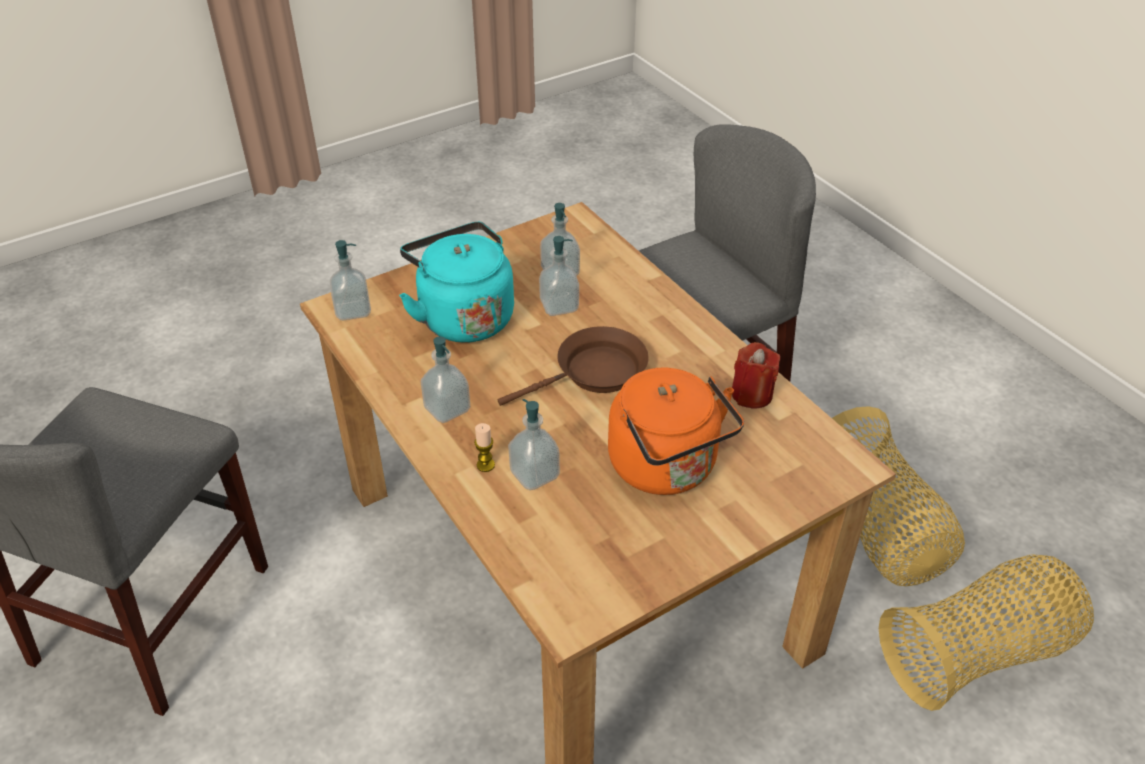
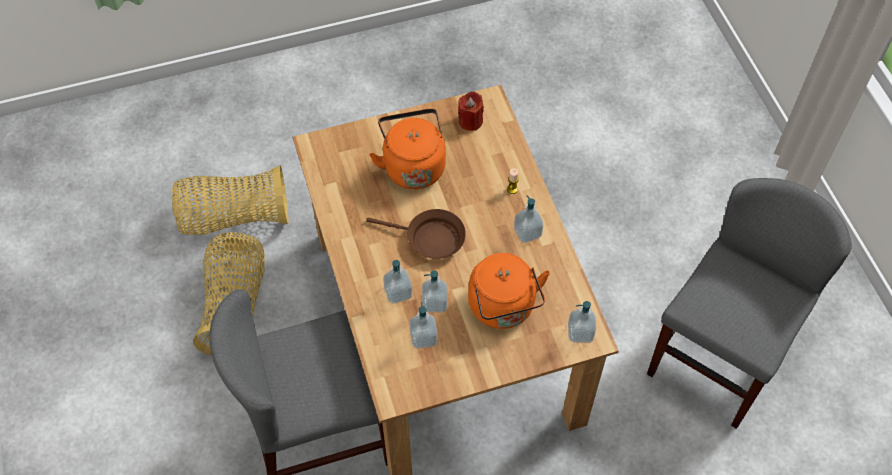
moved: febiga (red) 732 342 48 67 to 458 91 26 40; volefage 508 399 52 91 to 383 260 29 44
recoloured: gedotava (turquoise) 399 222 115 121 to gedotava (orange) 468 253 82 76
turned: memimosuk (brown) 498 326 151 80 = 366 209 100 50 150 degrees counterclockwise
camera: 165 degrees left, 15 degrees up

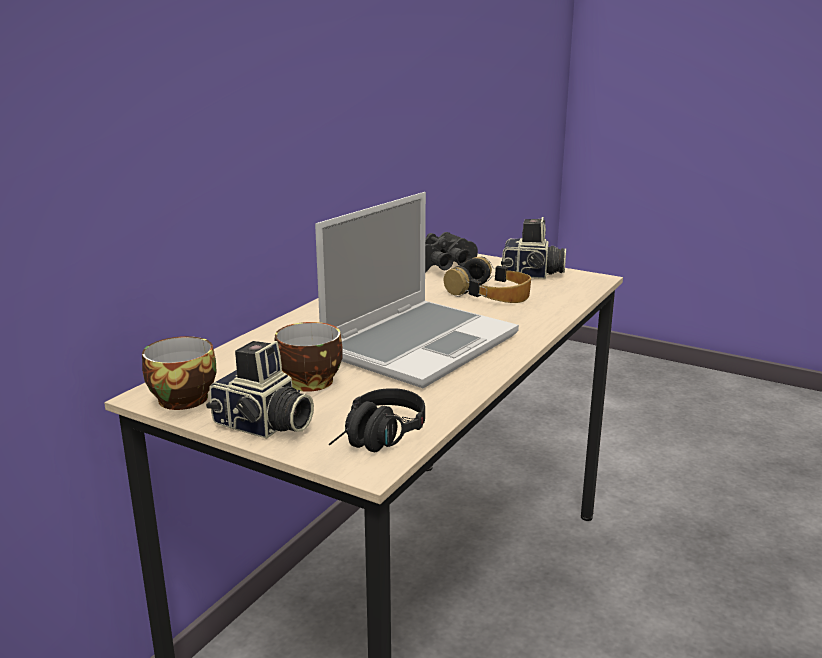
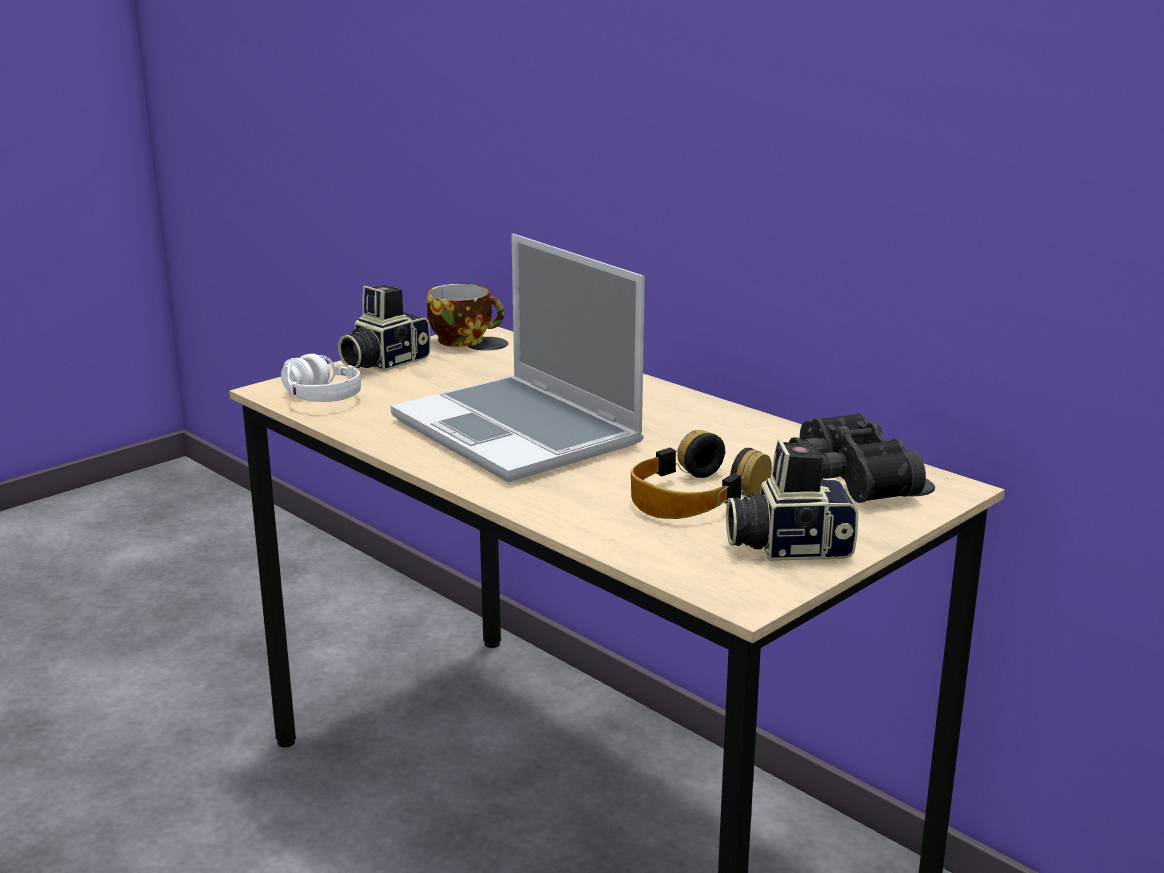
removed: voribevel 275 322 68 70
recoloured: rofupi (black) 329 388 96 65 to rofupi (white) 281 354 80 48
turned: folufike 501 217 65 62 = 726 438 132 123 60 degrees clockwise
camera: 105 degrees right, 0 degrees up

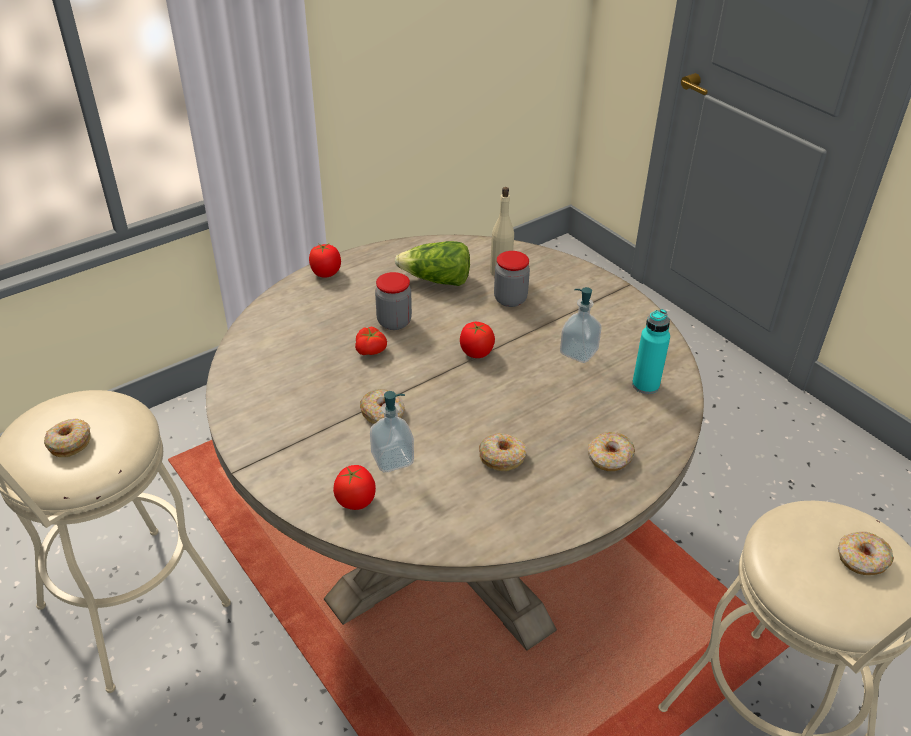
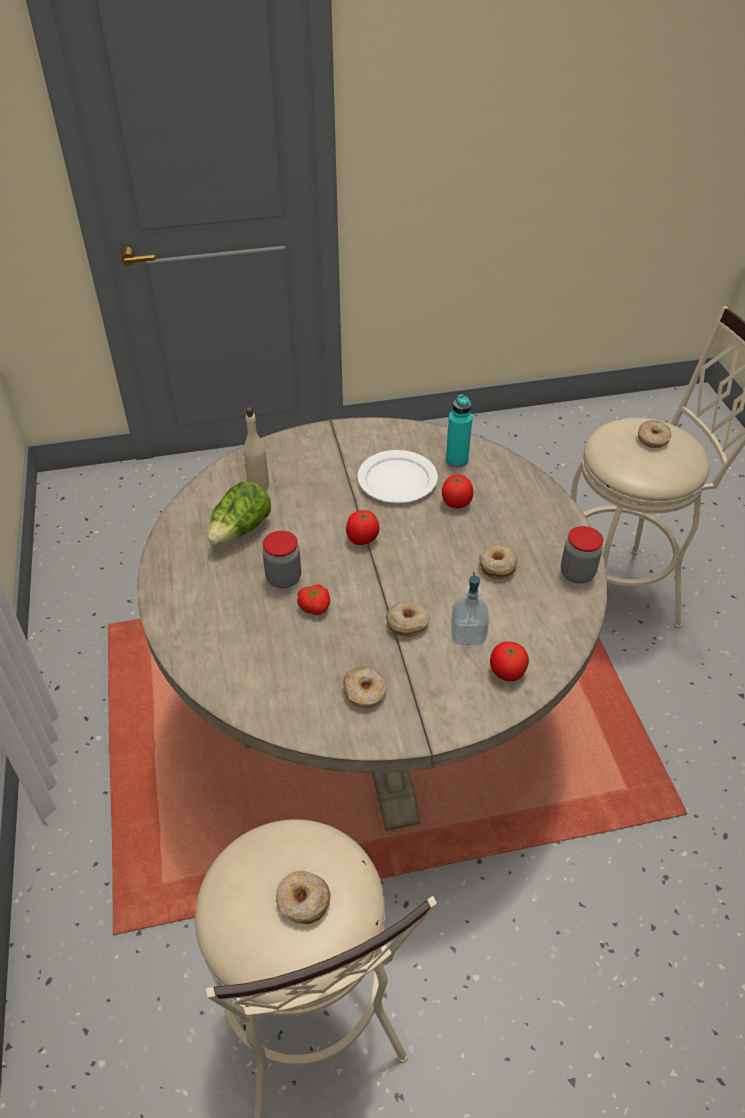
moved: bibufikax 309 244 32 34 to 442 474 31 34; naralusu 494 251 36 56 to 561 526 42 58; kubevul 588 432 47 39 to 343 666 44 42
replaced: volefage 560 287 41 76 to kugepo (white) 357 450 81 53
camera: 65 degrees left, 5 degrees up

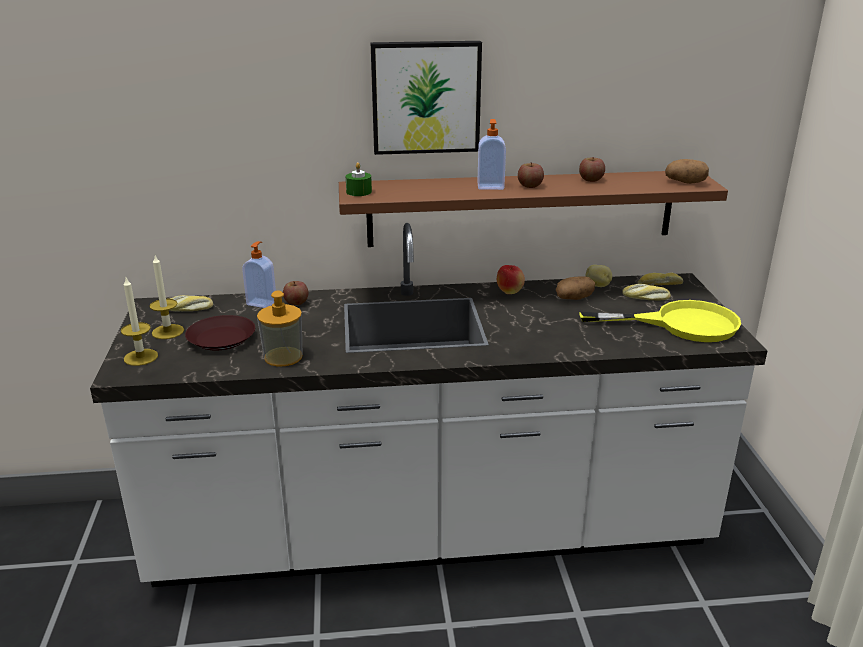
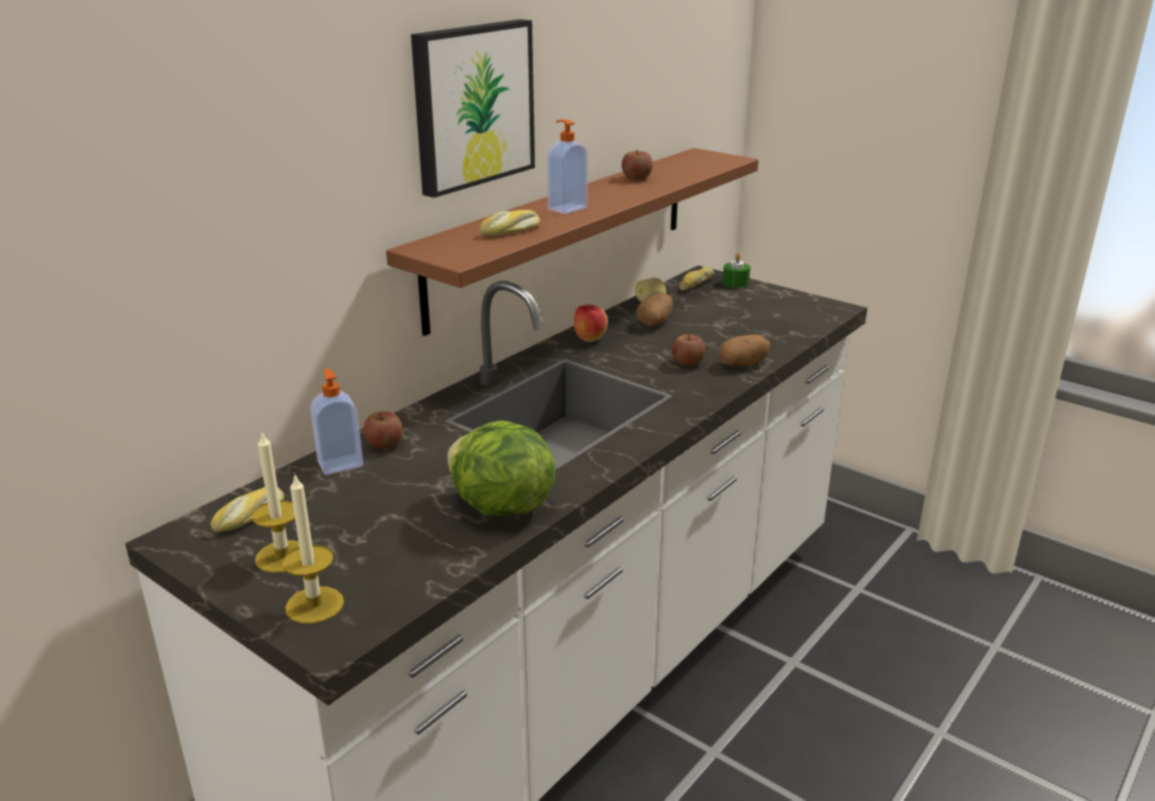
removed: memimosuk (yellow) 579 300 162 42; kugepo (brown) 185 315 70 36
moved: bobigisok 665 159 44 25 to 719 335 51 31; febiga (green) 346 162 26 34 to 723 253 27 35; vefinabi 518 162 26 26 to 672 334 33 32; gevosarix 622 284 49 16 to 479 210 61 26
replaced: volefage 257 290 46 76 to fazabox 447 421 108 95
camera: 45 degrees left, 0 degrees up

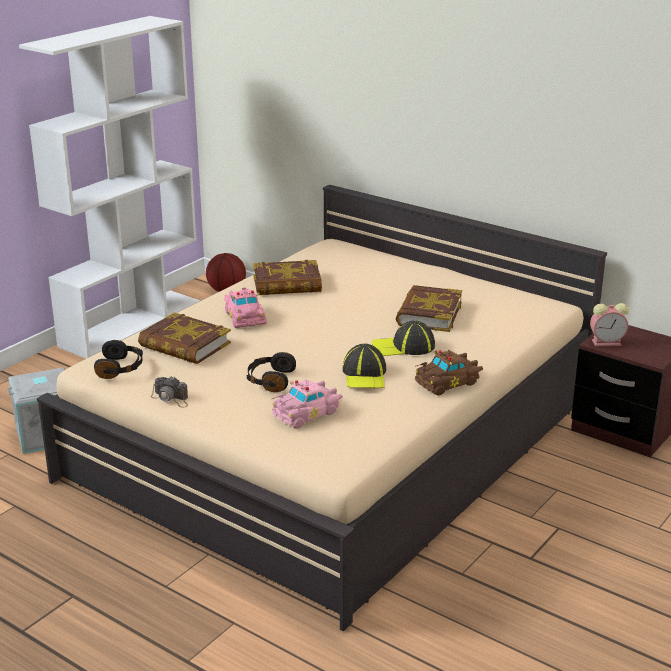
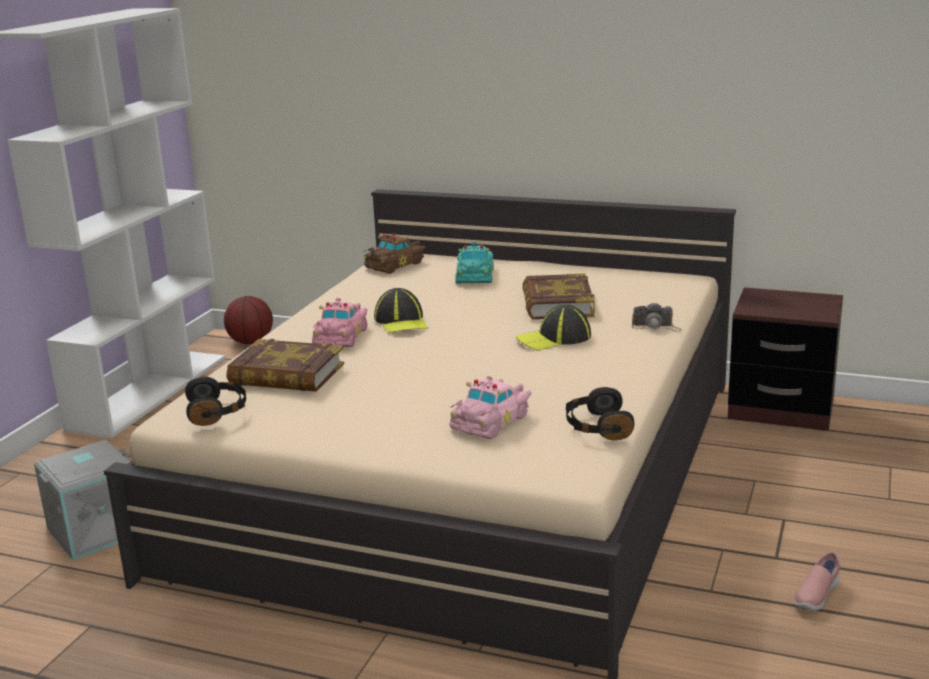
removed: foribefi 253 260 69 35; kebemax 590 303 39 43
added: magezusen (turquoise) 455 242 39 42; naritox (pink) 794 551 46 60
moved: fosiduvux 342 344 44 44 to 374 288 54 45; magezusen (brown) 415 350 68 45 to 363 232 63 42; rofupi (black) 247 352 49 40 to 566 387 68 53; folufike 151 376 37 32 to 632 302 50 29
turned: magezusen (pink) 224 288 43 40 = 312 298 56 49 45 degrees clockwise
camera: 15 degrees left, 5 degrees down

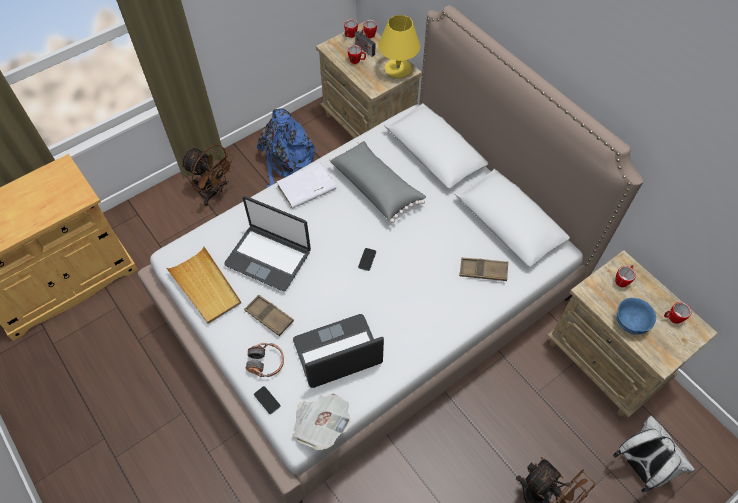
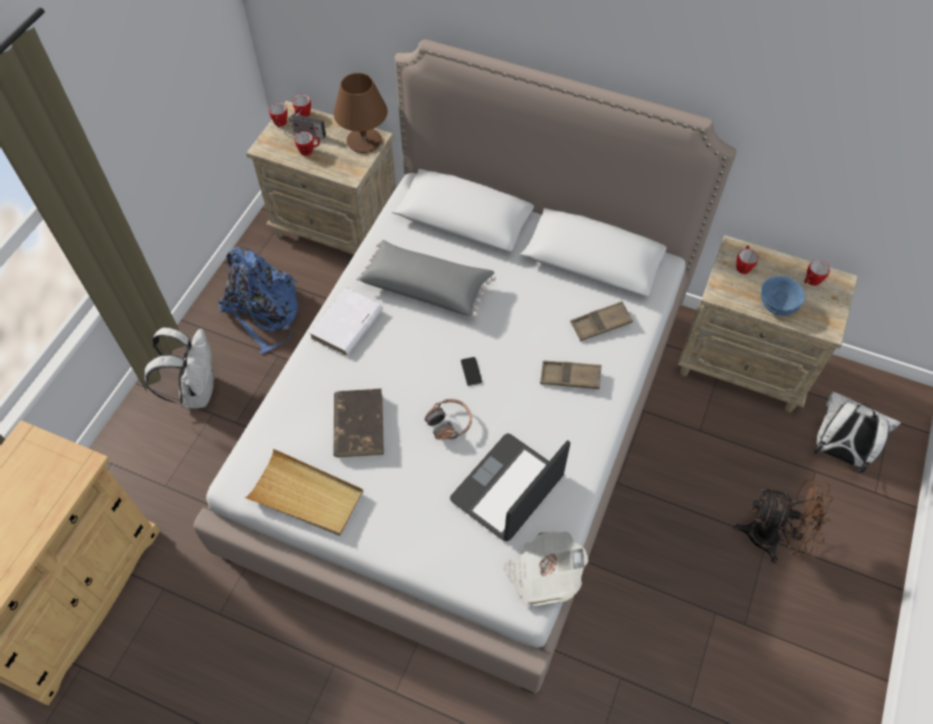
removed: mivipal 254 386 26 28
moved: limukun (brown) 244 295 50 41 to 540 361 61 28; rofupi 246 343 38 34 to 425 399 47 41
replaced: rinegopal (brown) 181 145 53 61 to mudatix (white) 144 327 70 82; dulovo 224 196 87 95 to foribefi (brown) 334 389 50 68
recoloured: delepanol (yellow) 378 15 42 63 to delepanol (brown) 333 73 55 80
camera: 30 degrees left, 0 degrees up

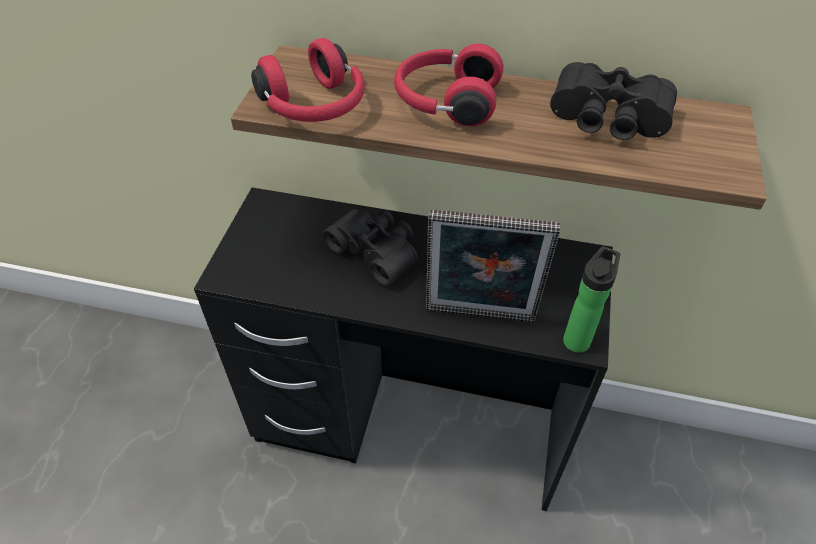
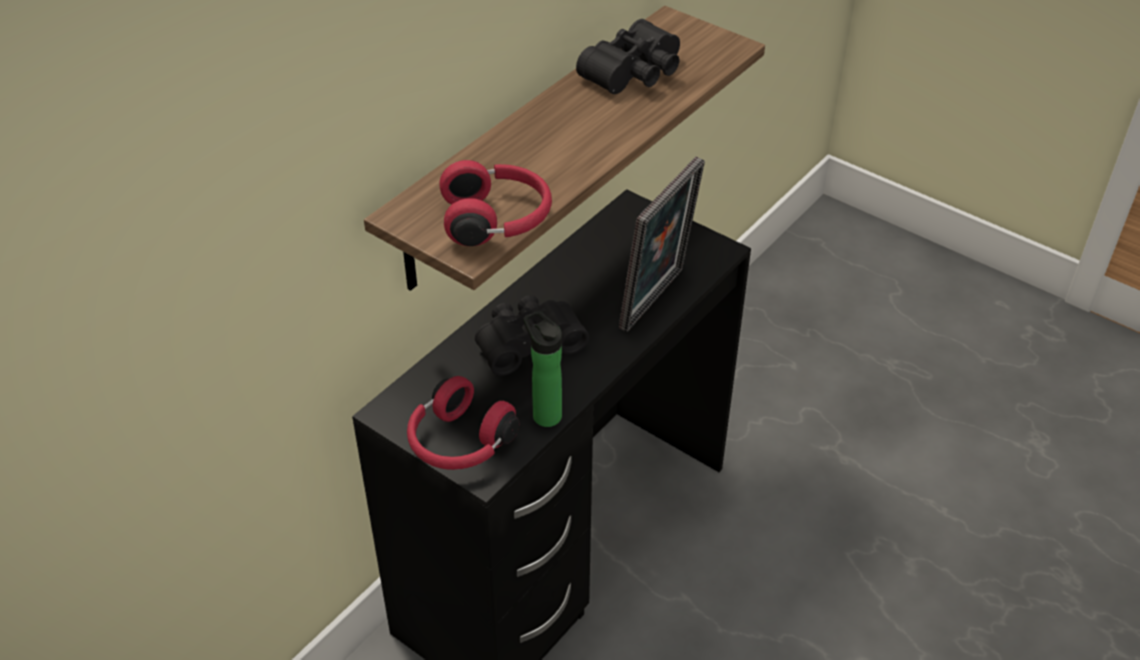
moved: rofupi (red) 394 44 109 82 to 407 376 113 94; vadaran 563 246 57 107 to 523 310 39 117
camera: 65 degrees left, 5 degrees down

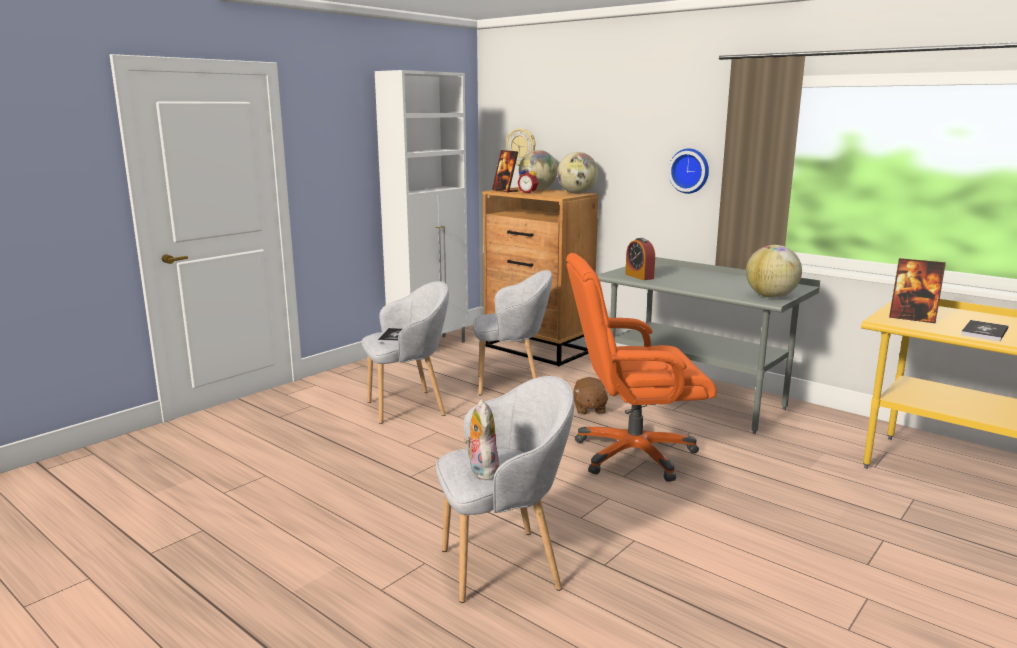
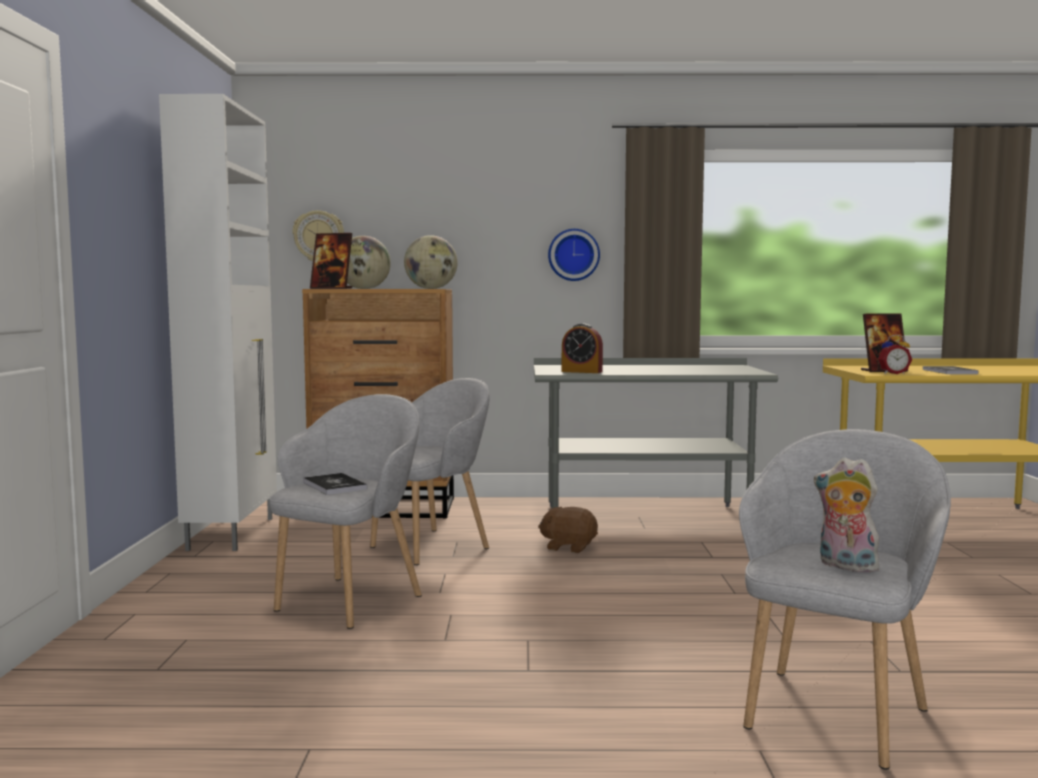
removed: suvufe 746 245 56 53; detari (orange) 566 253 151 229
moved: kebemax 517 166 21 27 to 878 334 34 40
turned: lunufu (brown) 573 377 35 37 = 538 507 60 46 150 degrees clockwise
camera: 40 degrees left, 10 degrees down

